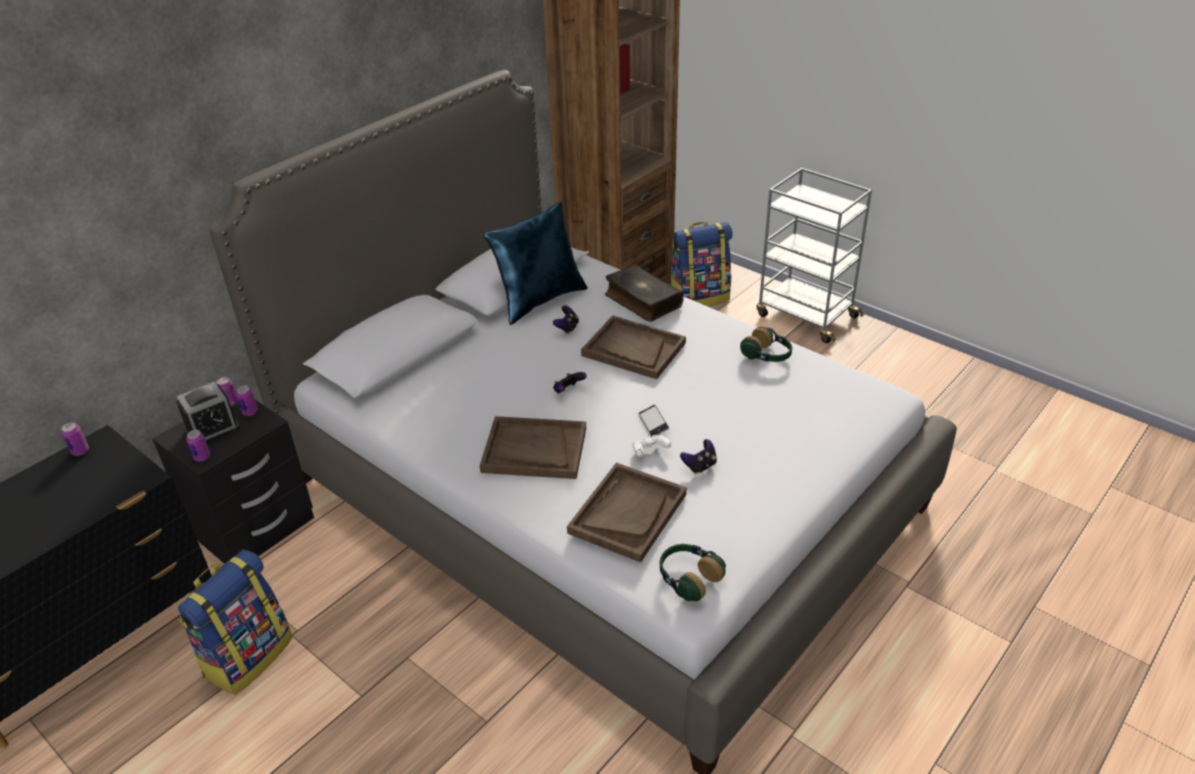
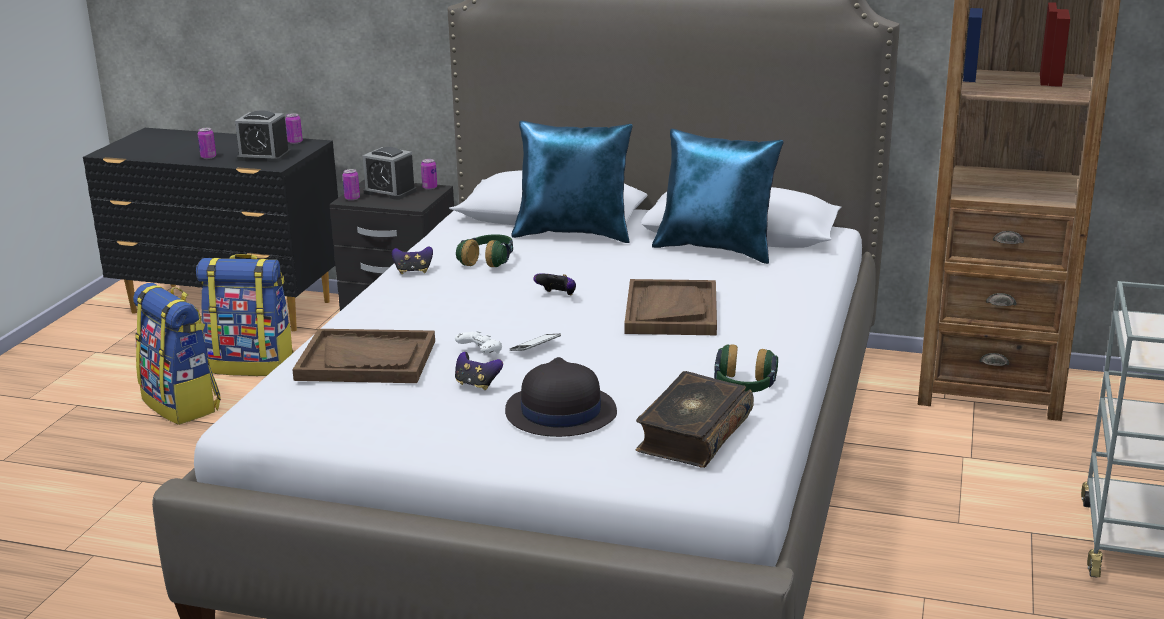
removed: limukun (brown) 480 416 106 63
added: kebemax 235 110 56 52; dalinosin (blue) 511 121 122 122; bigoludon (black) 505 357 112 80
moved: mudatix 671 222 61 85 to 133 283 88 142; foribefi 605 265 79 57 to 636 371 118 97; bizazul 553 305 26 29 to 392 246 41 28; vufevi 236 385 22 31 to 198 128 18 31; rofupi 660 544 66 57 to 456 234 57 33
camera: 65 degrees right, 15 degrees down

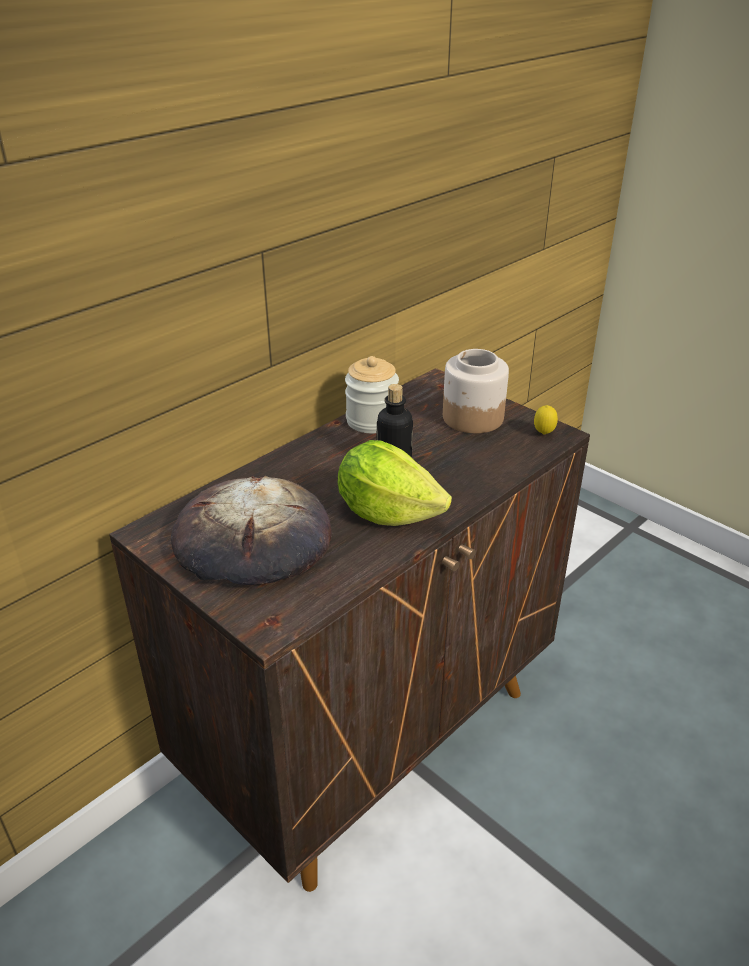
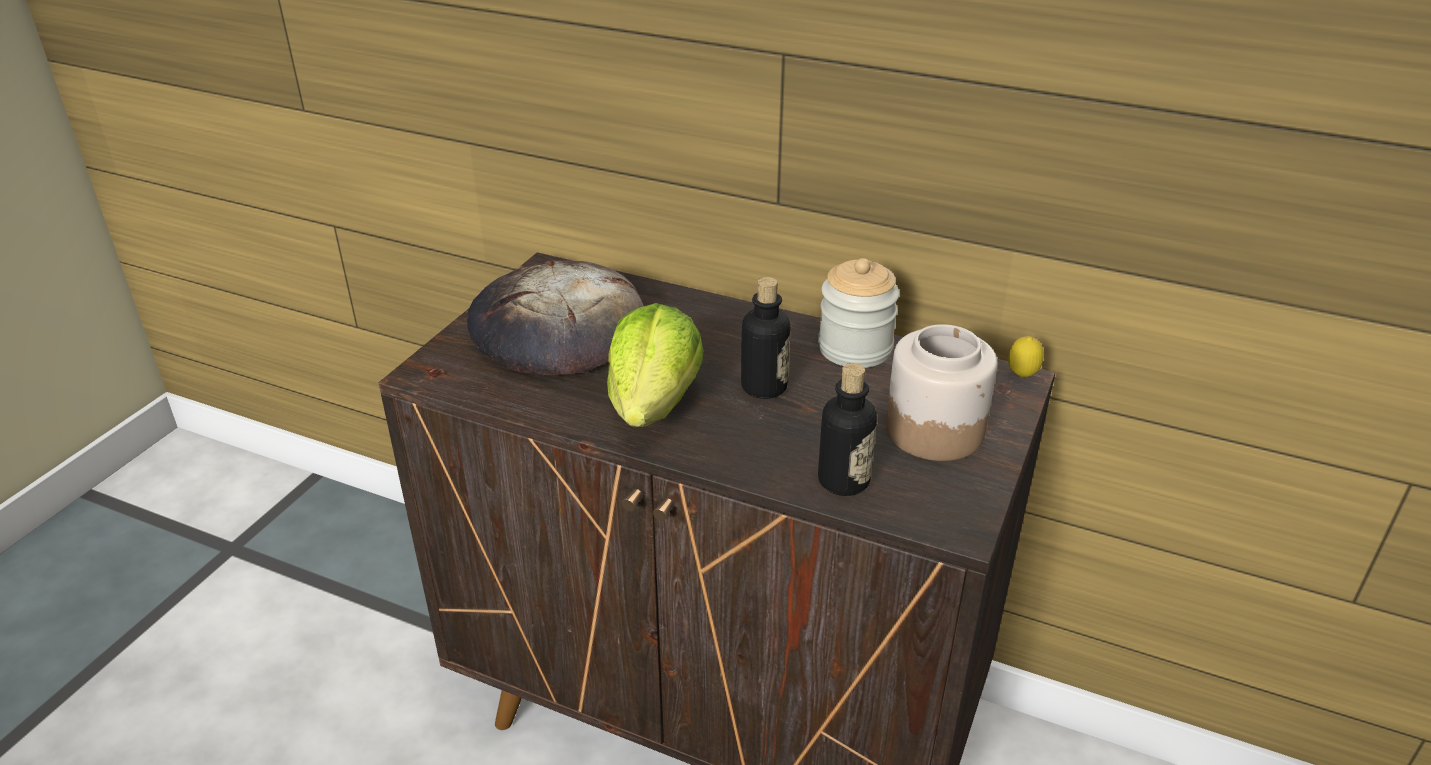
added: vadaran 818 363 59 133
moved: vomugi 534 405 24 30 to 1008 336 36 42
camera: 70 degrees right, 0 degrees up

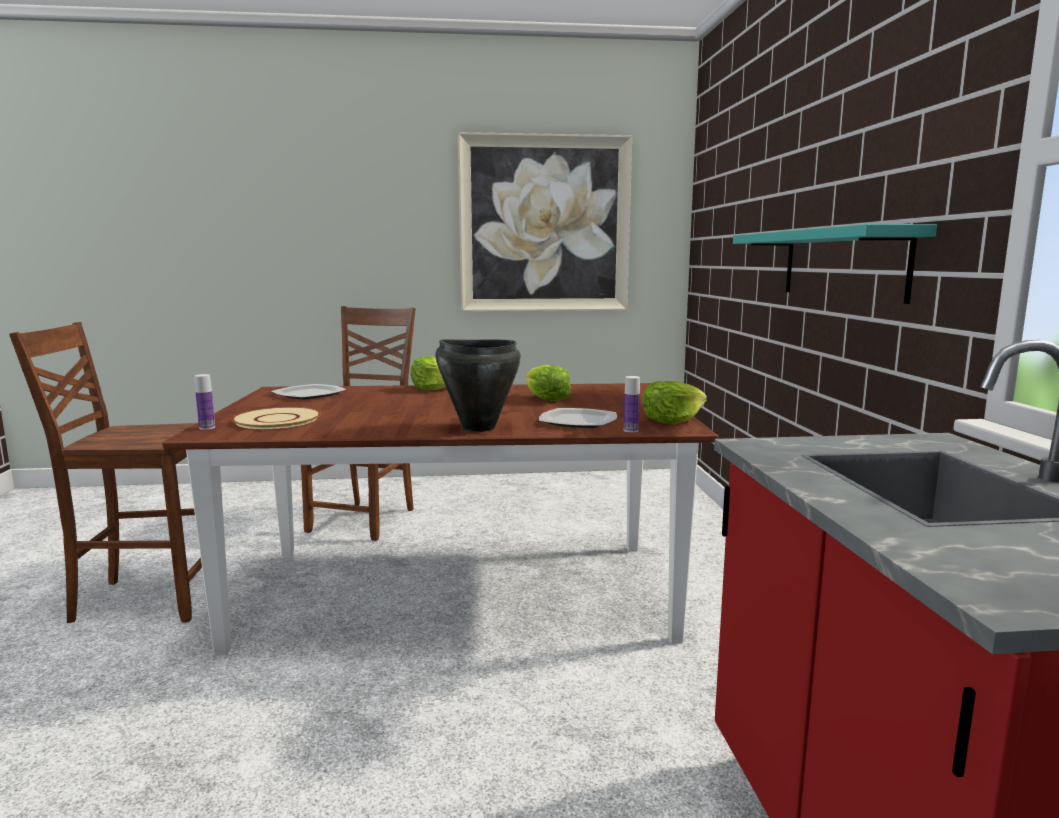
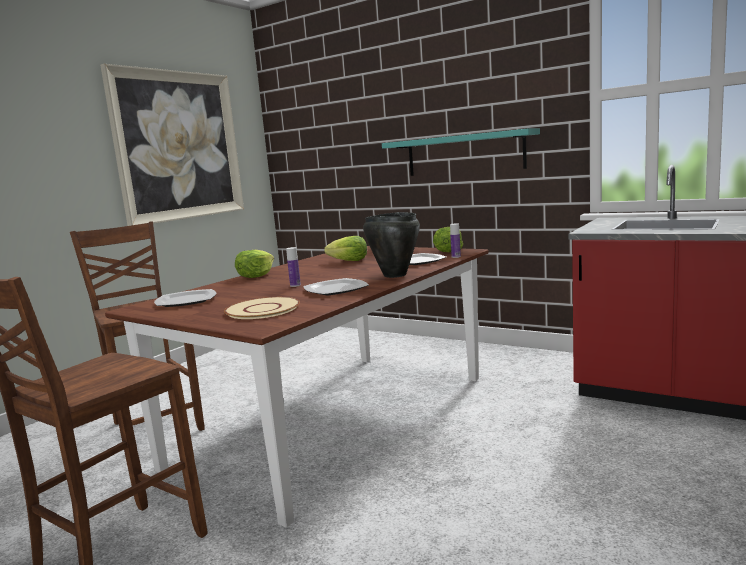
added: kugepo 303 278 66 17
moved: vadaran 194 374 21 56 to 286 247 15 40
camera: 50 degrees left, 0 degrees up

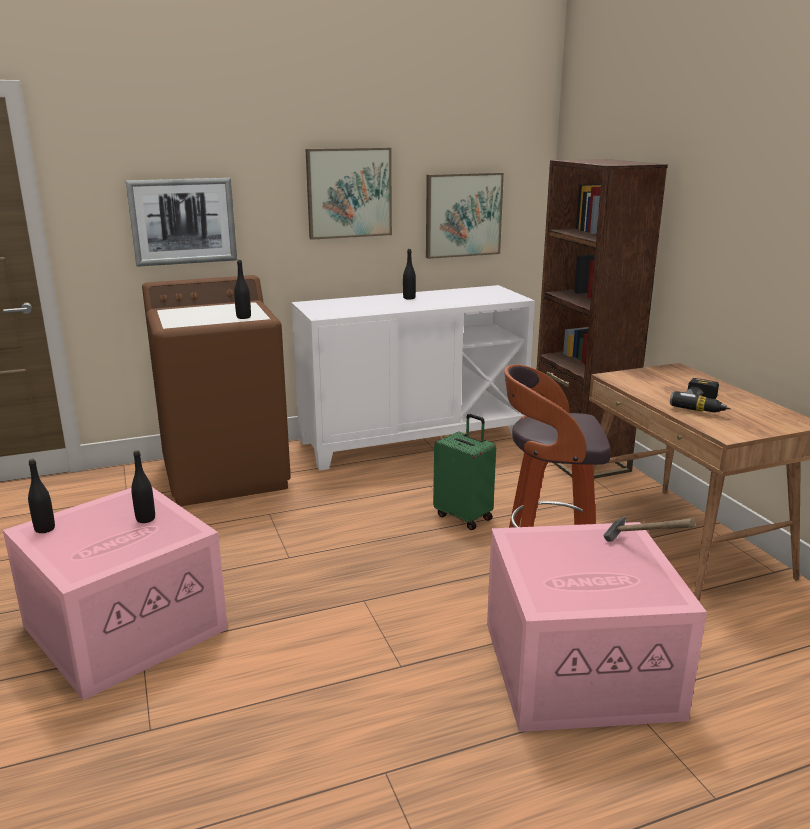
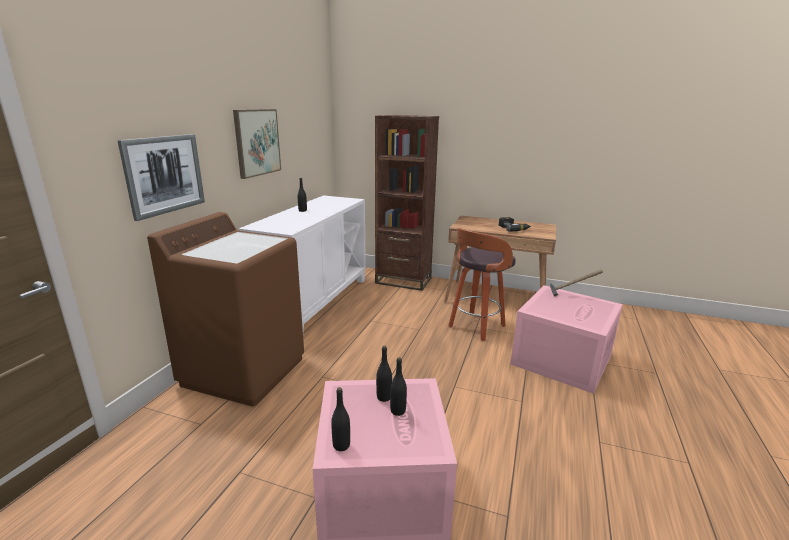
removed: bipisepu 426 172 78 87; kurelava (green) 433 414 63 116
moved: vadaran (black) 234 260 17 59 to 390 357 17 59
camera: 50 degrees left, 0 degrees up

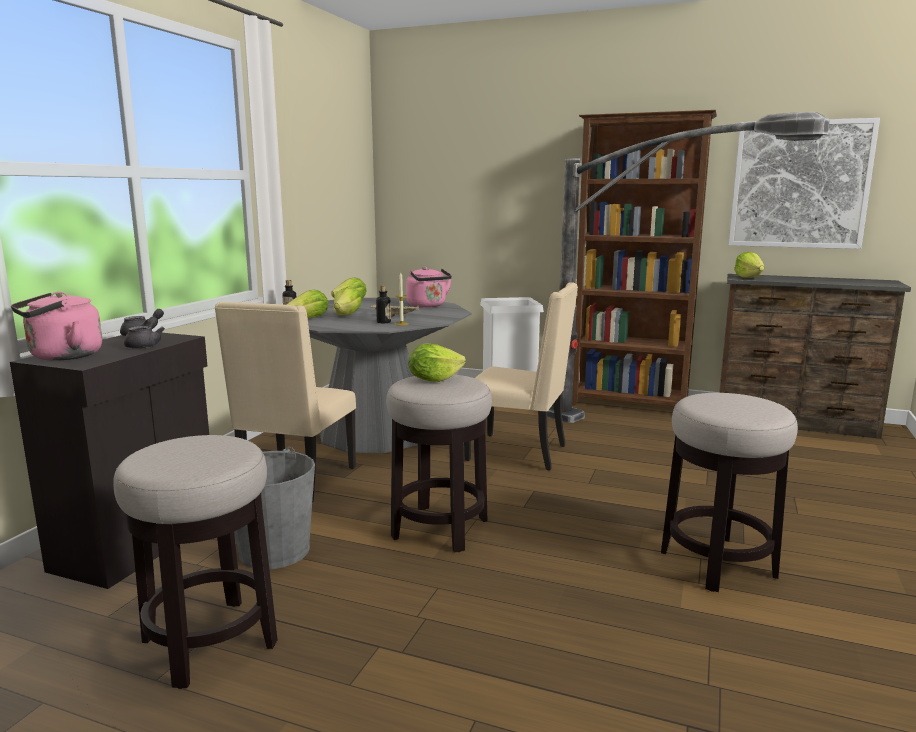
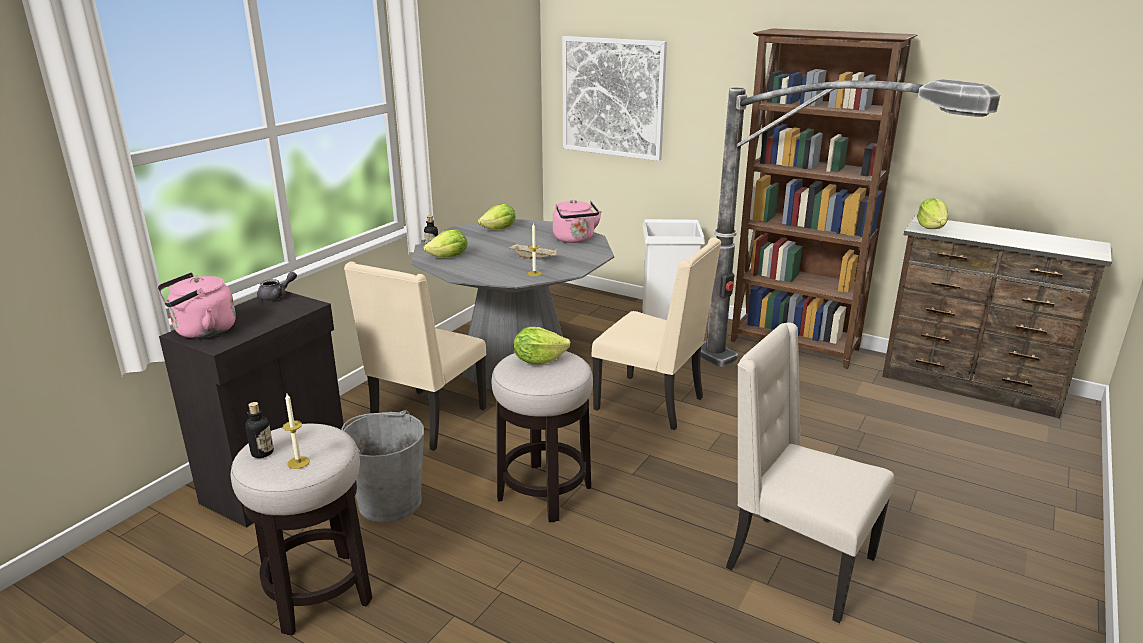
removed: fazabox 334 287 28 28; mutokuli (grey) 124 317 41 32
added: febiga 283 394 27 75
moved: bipisepu 729 118 151 131 to 562 36 105 125; vadaran 376 285 15 38 to 245 402 29 56
replaced: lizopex 661 393 137 199 to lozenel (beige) 726 323 169 300
camera: 10 degrees right, 10 degrees up

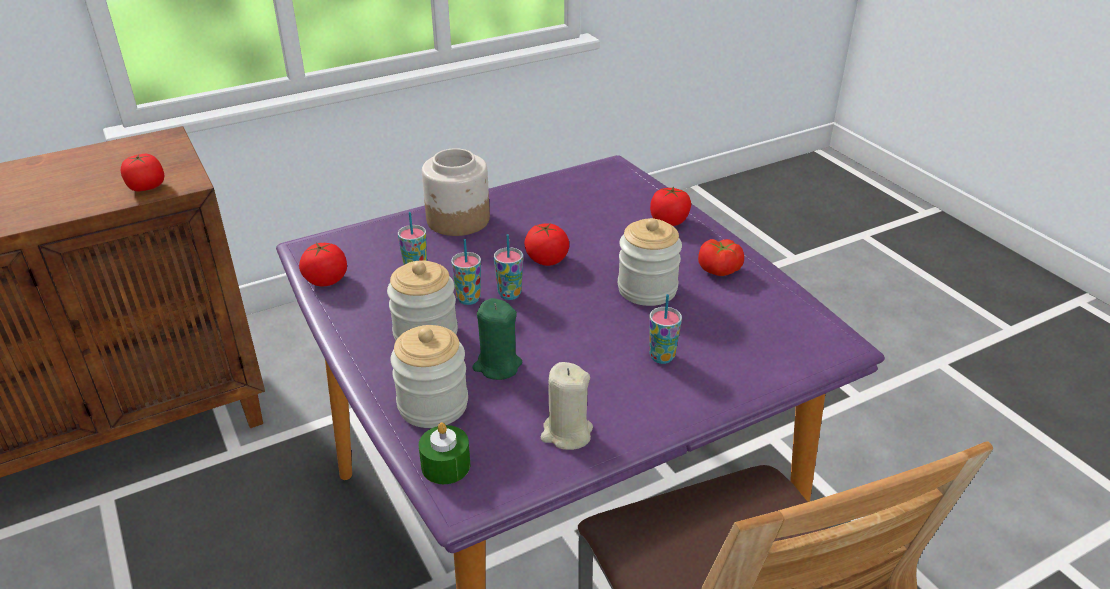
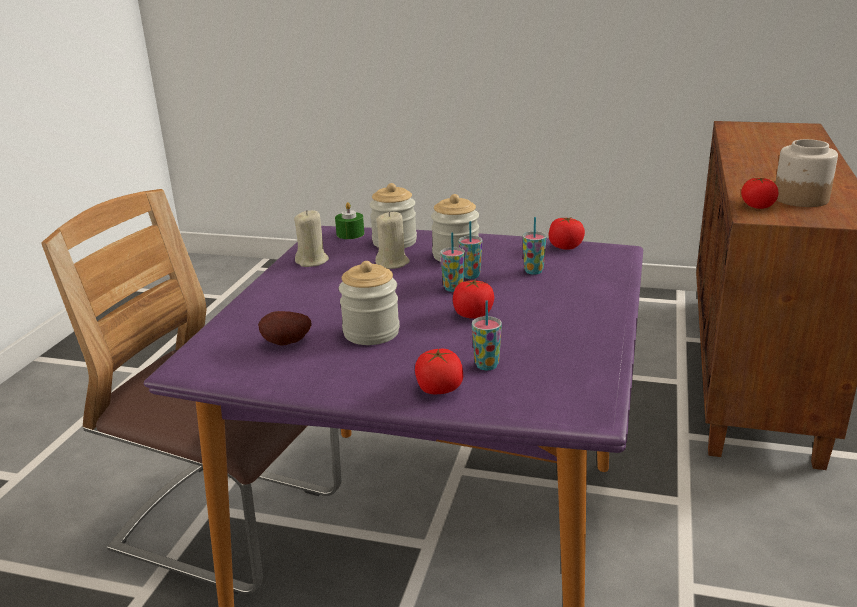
removed: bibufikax 698 239 46 37
added: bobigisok 258 311 54 35
moved: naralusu 422 148 68 88 to 775 139 63 68; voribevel 649 294 33 70 to 472 301 30 69
recoloured: febiga (green) 472 298 50 82 to febiga (beige) 375 211 35 58
camera: 135 degrees right, 10 degrees down

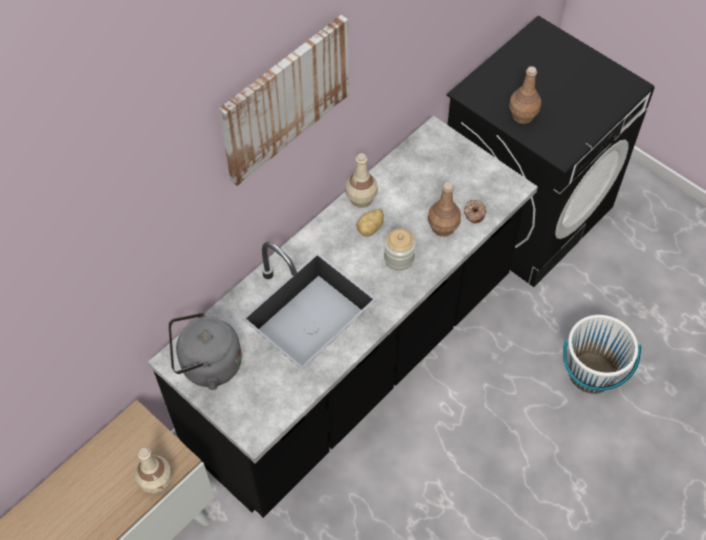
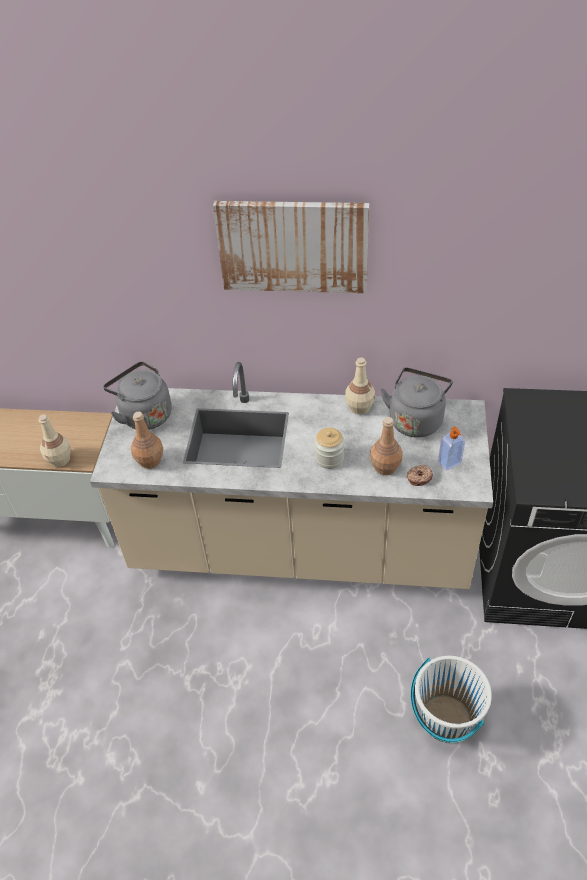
removed: bobigisok 357 209 27 28
added: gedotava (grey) 380 368 73 70; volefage 438 427 27 43
moved: vadaran (brown) 509 66 32 58 to 131 412 32 57
recoloured: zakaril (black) 148 115 390 403 to zakaril (beige) 90 362 403 227
camera: 55 degrees right, 10 degrees down

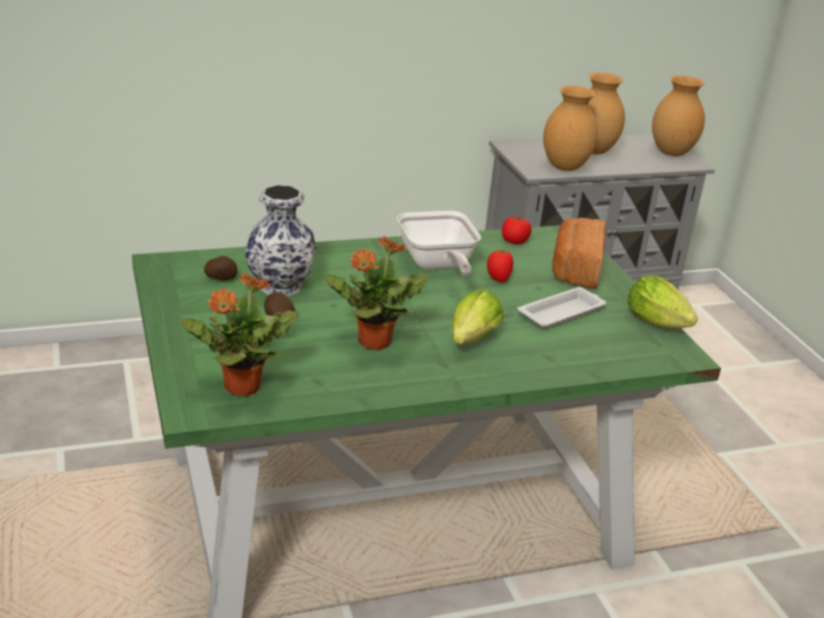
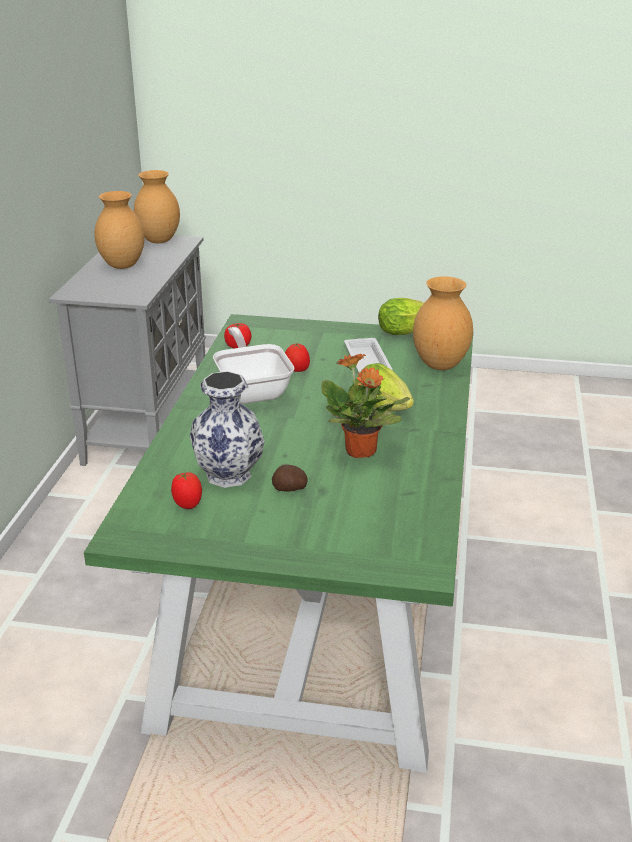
removed: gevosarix 552 218 54 70; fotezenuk 181 272 116 124
moved: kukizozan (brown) 543 86 55 85 to 413 276 60 94
replaced: bobigisok 204 256 33 24 to bibufikax 171 472 31 37
turned: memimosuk 397 211 84 65 = 213 327 82 77 120 degrees counterclockwise
camera: 60 degrees left, 0 degrees up

